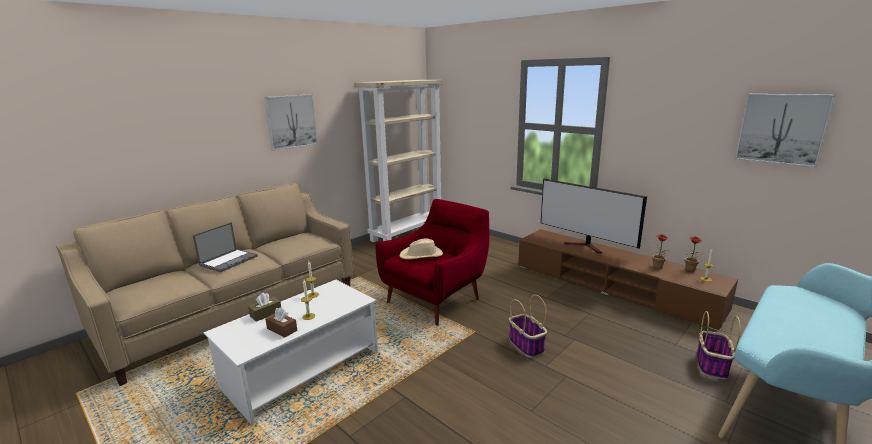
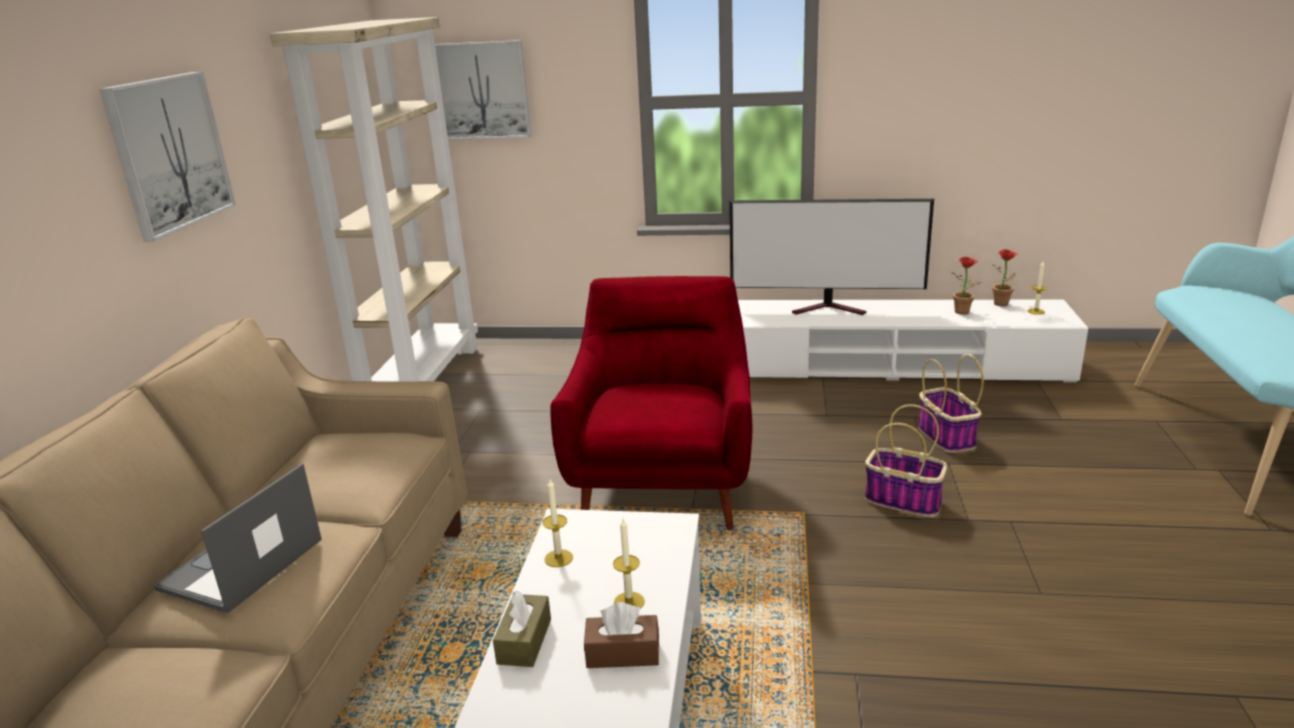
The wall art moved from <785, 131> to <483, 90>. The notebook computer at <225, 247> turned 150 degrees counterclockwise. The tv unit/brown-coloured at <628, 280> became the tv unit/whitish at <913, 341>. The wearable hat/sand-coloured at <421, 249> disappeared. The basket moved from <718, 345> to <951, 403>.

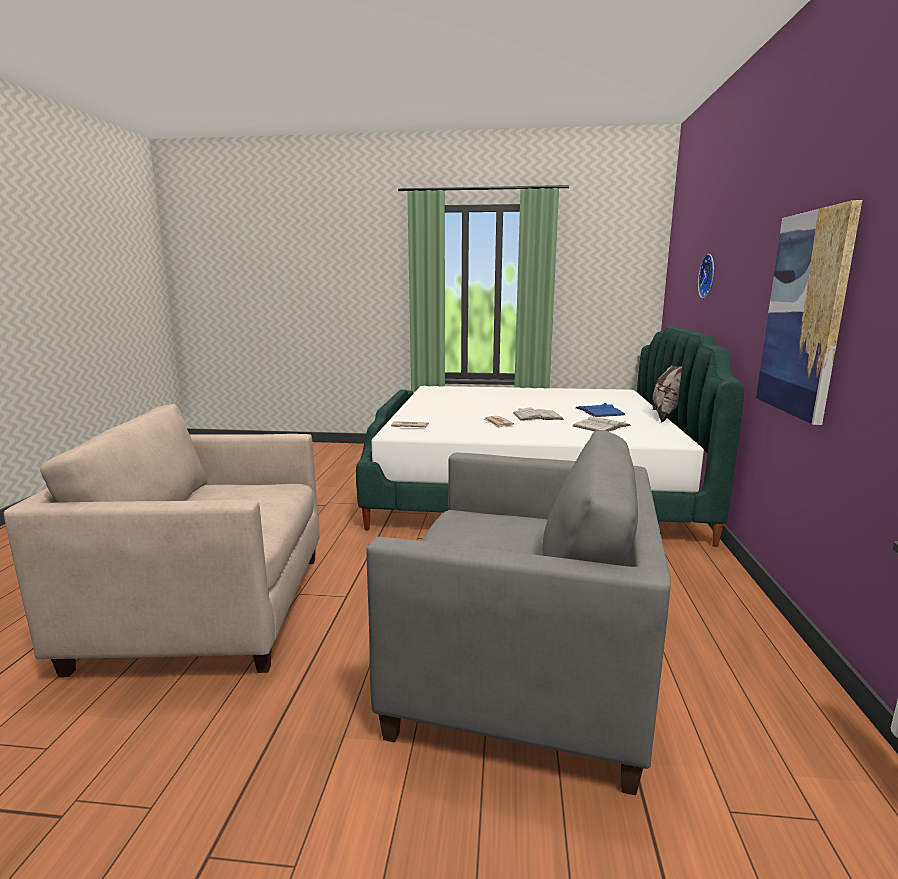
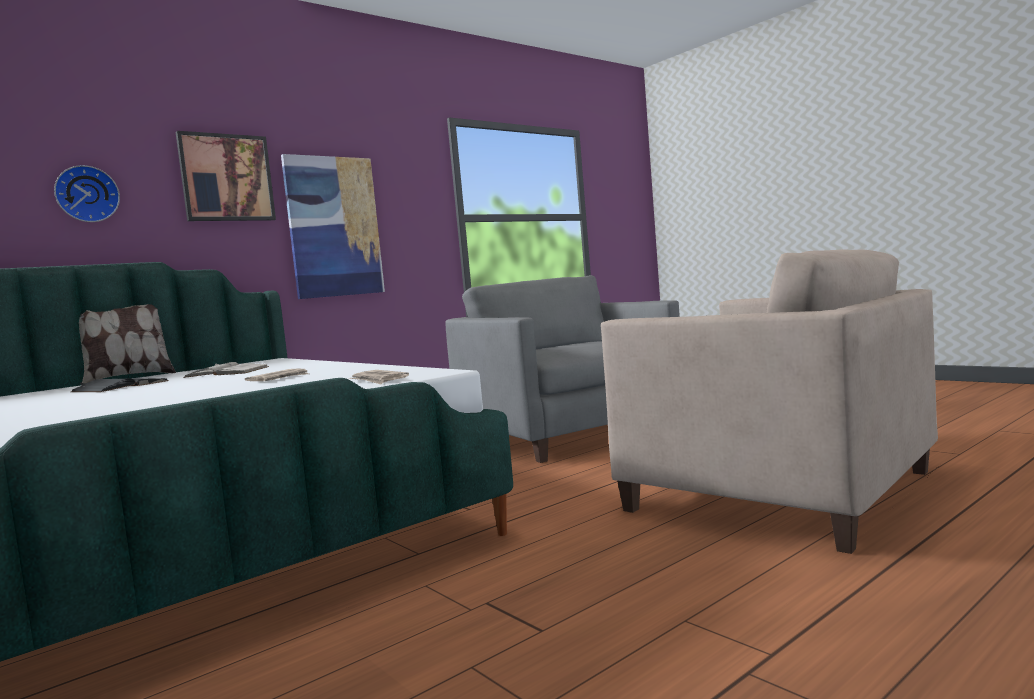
The bound book/blue-coloured at <600, 410> became the bound book/black at <120, 385>. The bound book/whitish at <538, 414> disappeared. The wall art at <226, 176> appeared.

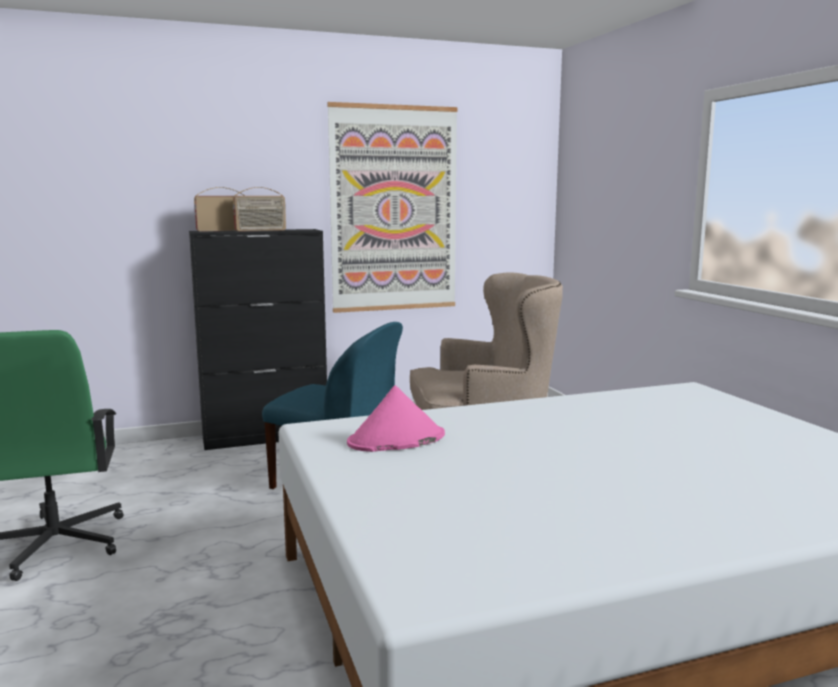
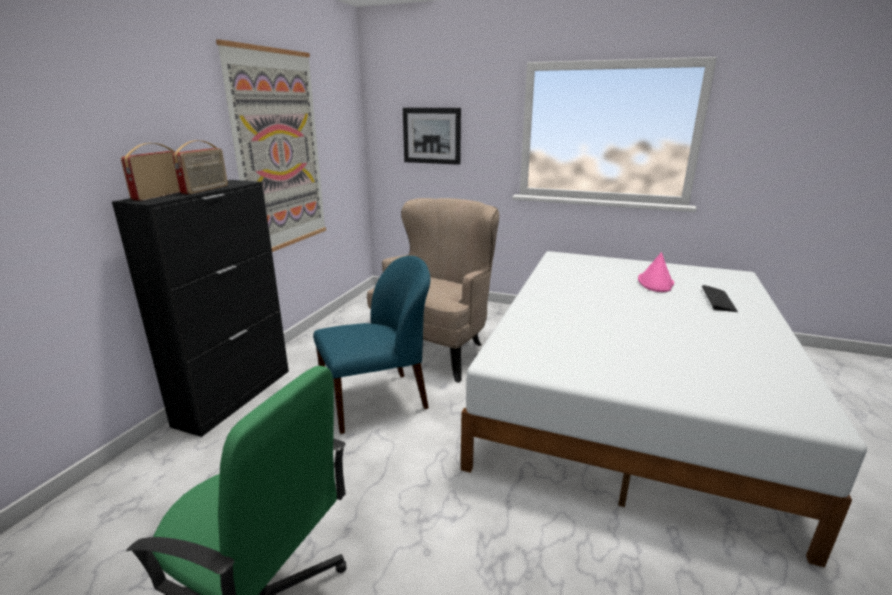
The wearable hat/pinkish moved from <396, 418> to <656, 272>. The wall art at <432, 136> appeared. The keyboard at <720, 298> appeared.

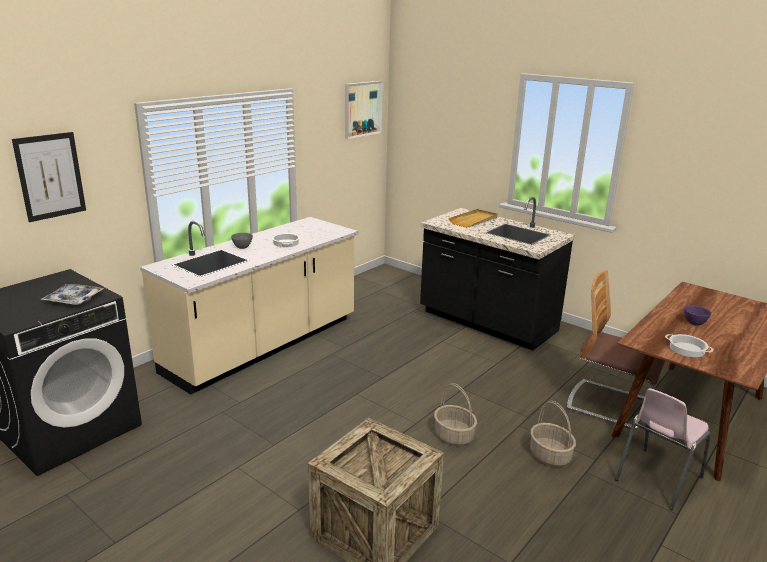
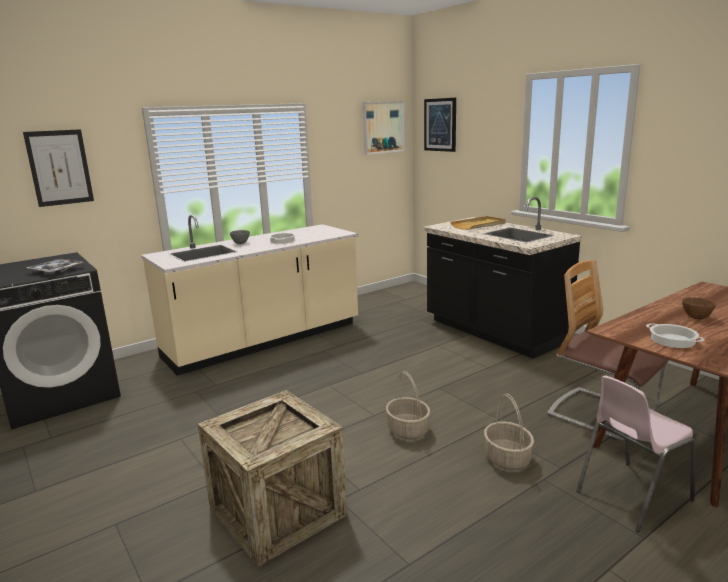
The bowl/purple at <697, 316> became the bowl/brown-coloured at <699, 308>. The wall art at <440, 125> appeared.

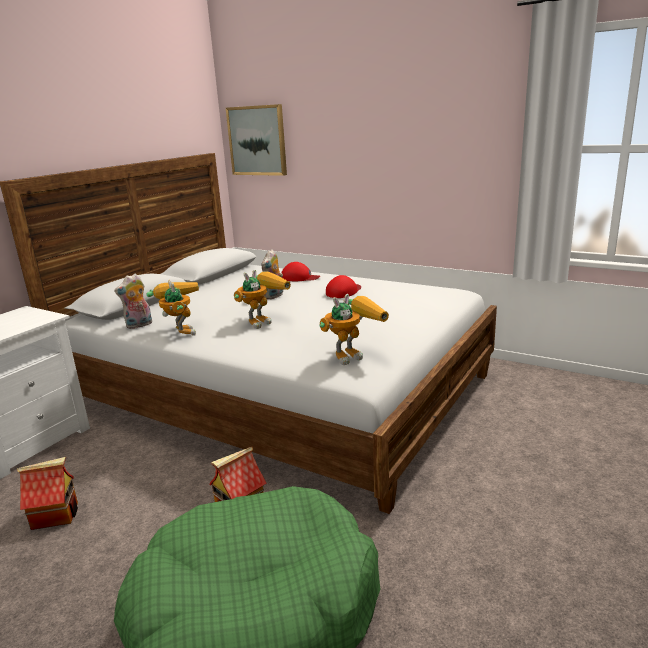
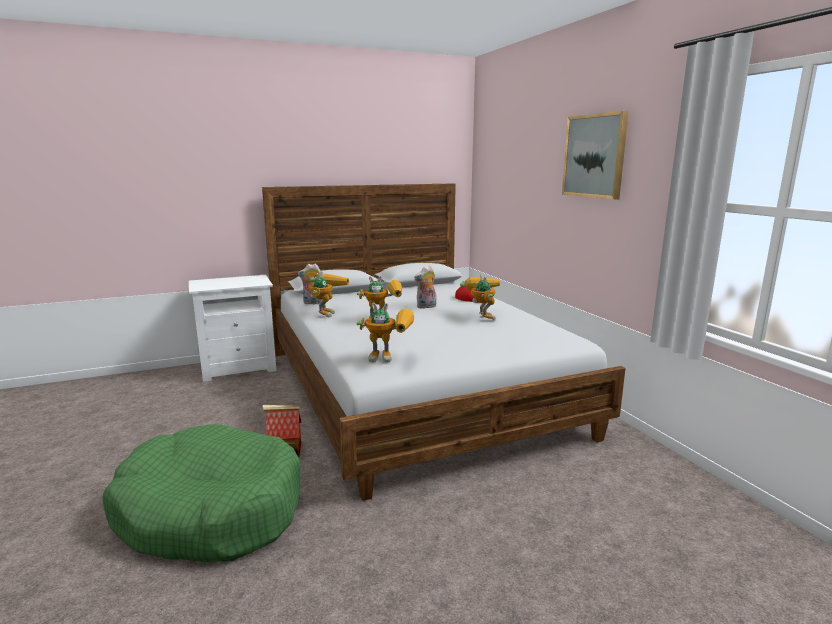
The wall art moved from <256, 140> to <595, 155>. The baseball cap/reddish at <343, 286> was replaced by the robot figure at <480, 297>. The miniature house at <47, 493> disappeared.

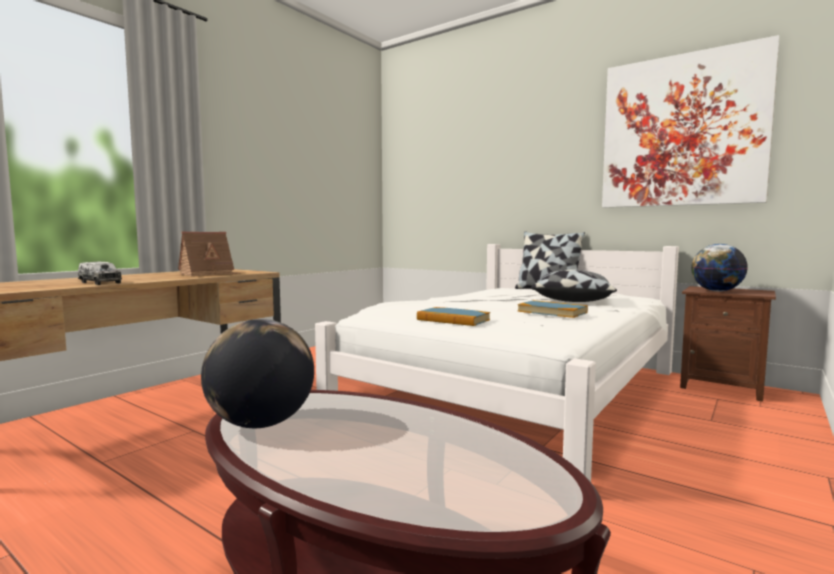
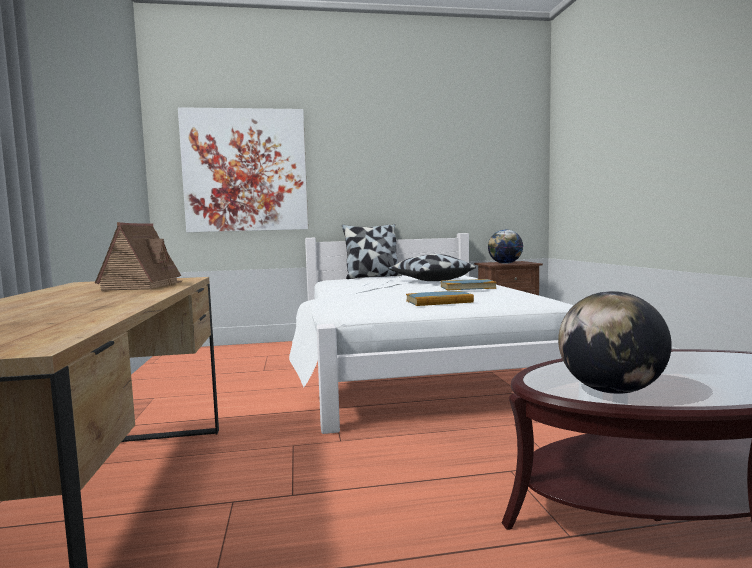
The wall art moved from <691, 121> to <243, 169>. The model truck at <100, 273> disappeared.

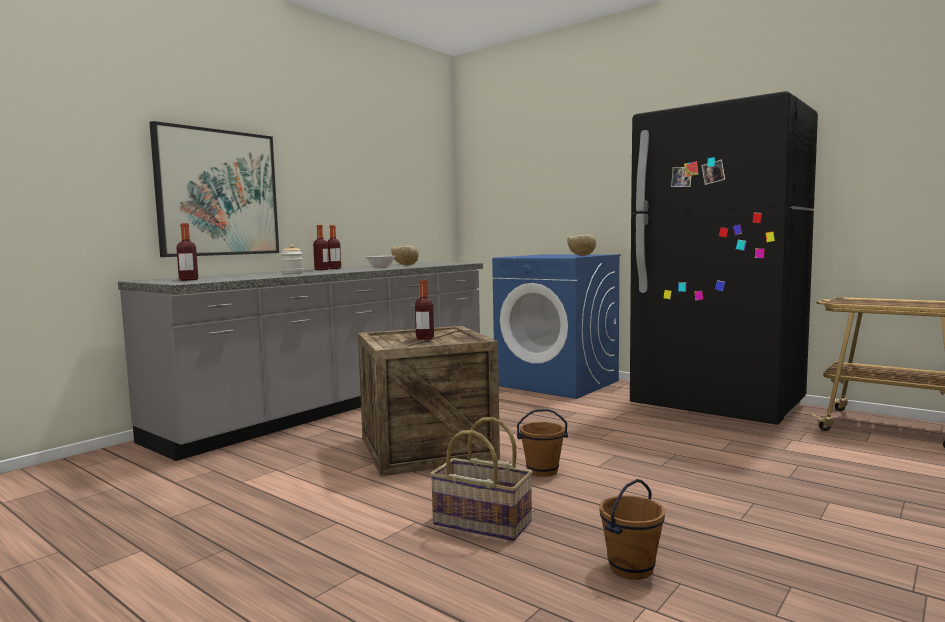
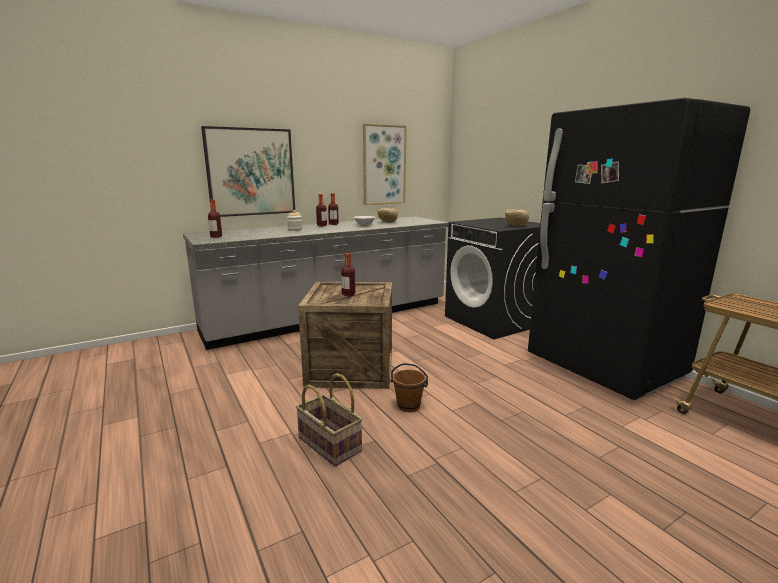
The washing machine/blue-coloured at <556, 326> became the washing machine/black at <492, 278>. The pail/brown-coloured at <632, 529> disappeared. The wall art at <385, 164> appeared.

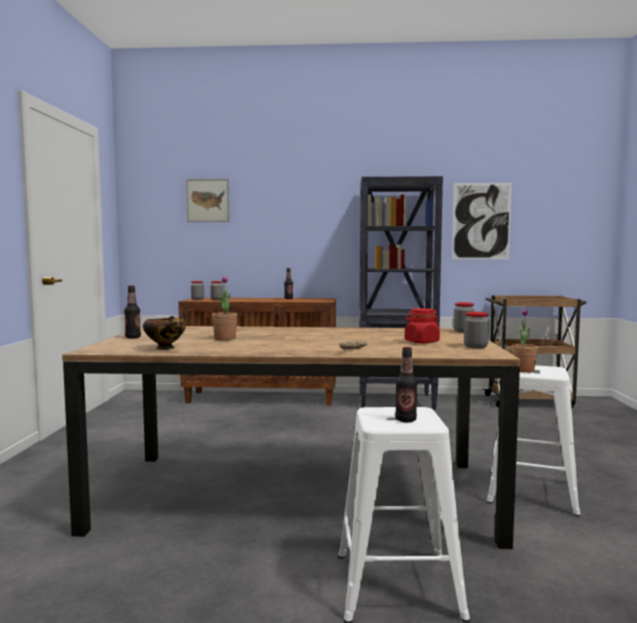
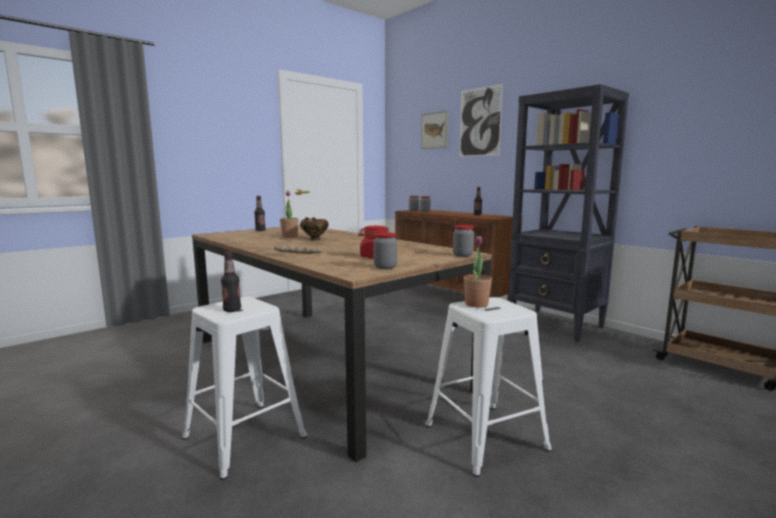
The wall art moved from <482, 221> to <481, 120>. The bowl moved from <164, 332> to <314, 228>.

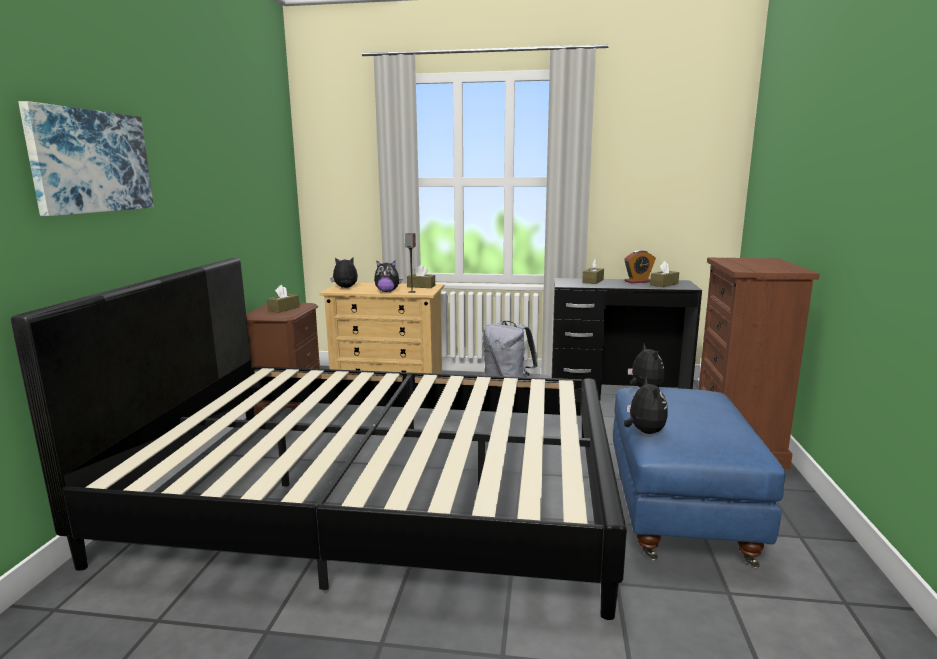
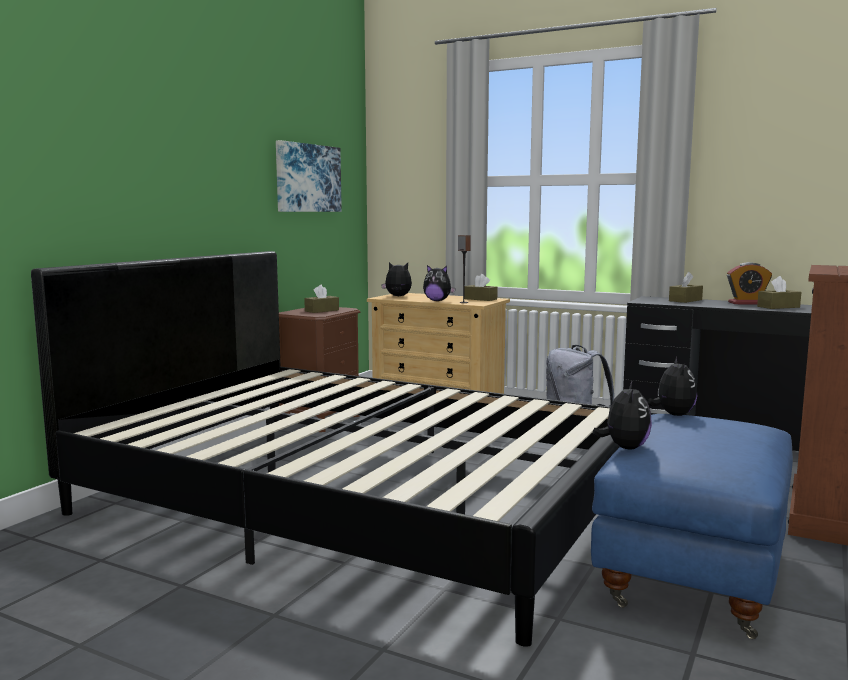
The wall art moved from <86, 158> to <309, 176>.

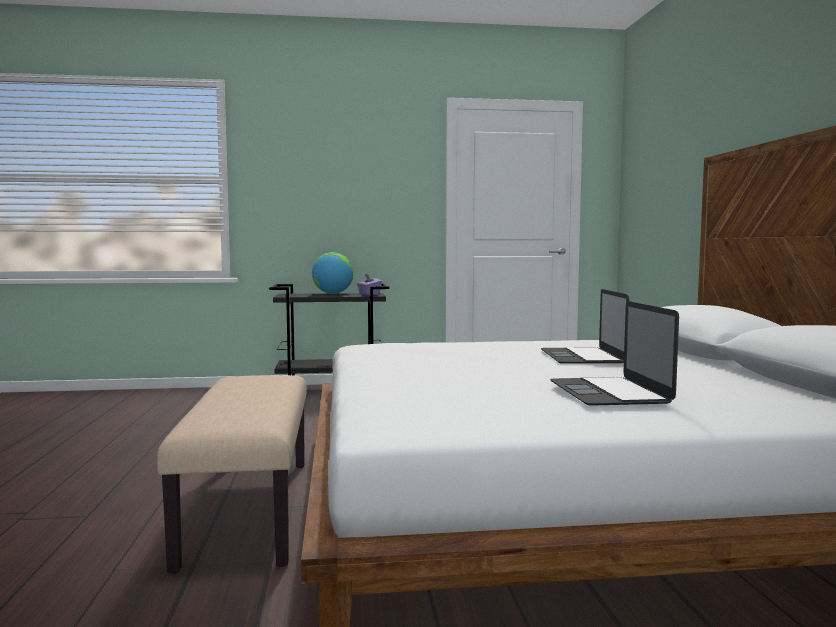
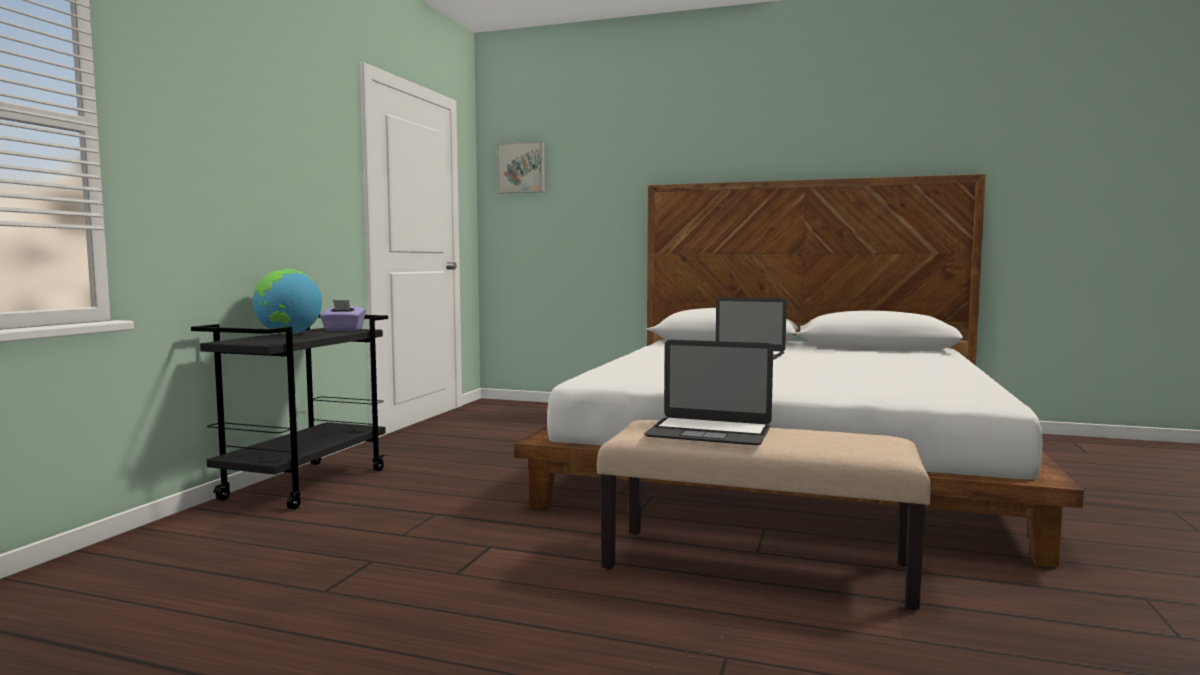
The notebook computer moved from <614, 353> to <708, 392>. The wall art at <521, 167> appeared.

